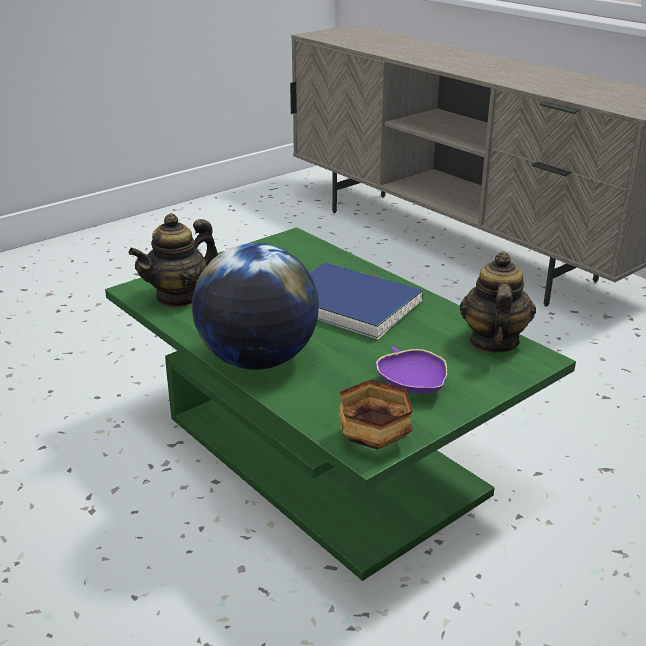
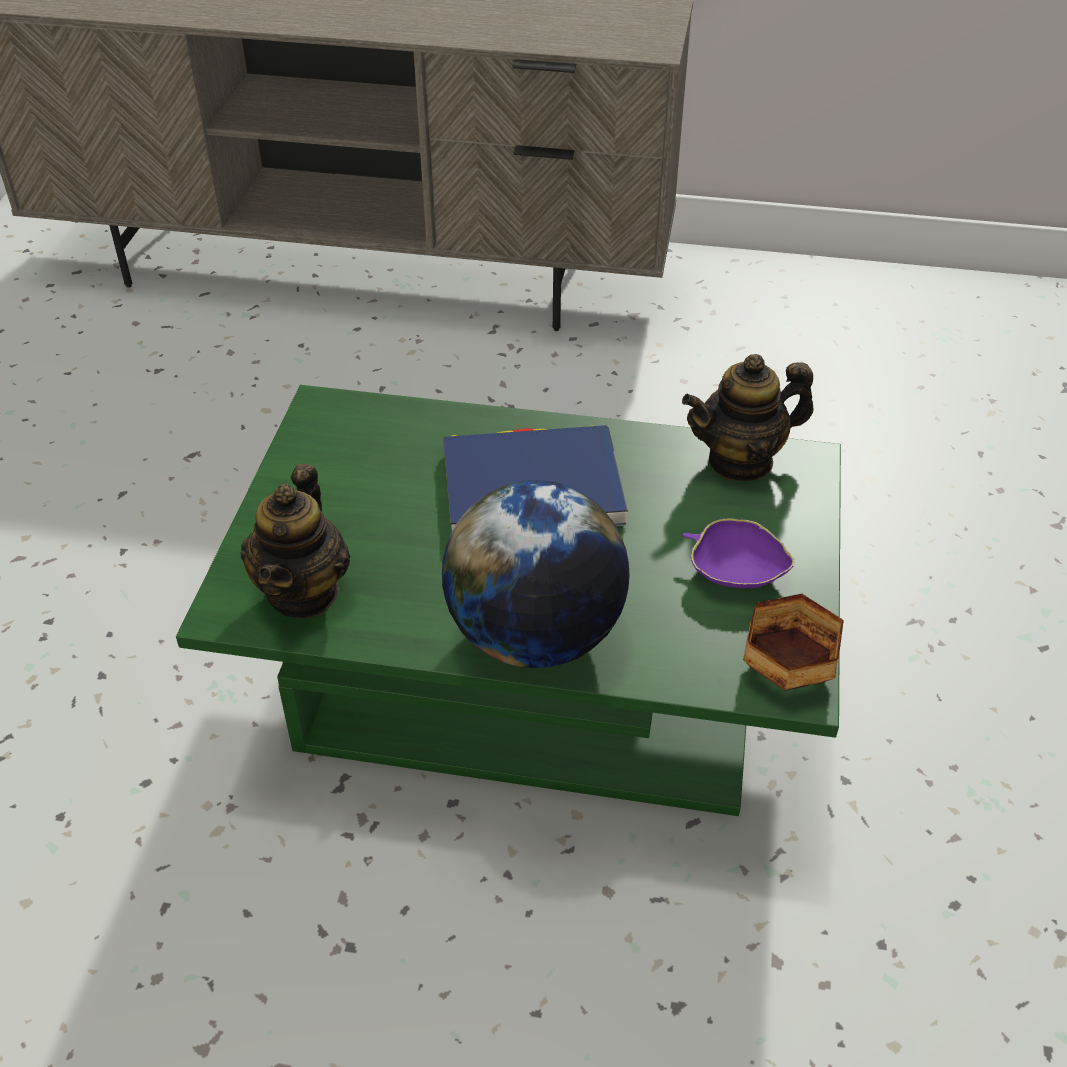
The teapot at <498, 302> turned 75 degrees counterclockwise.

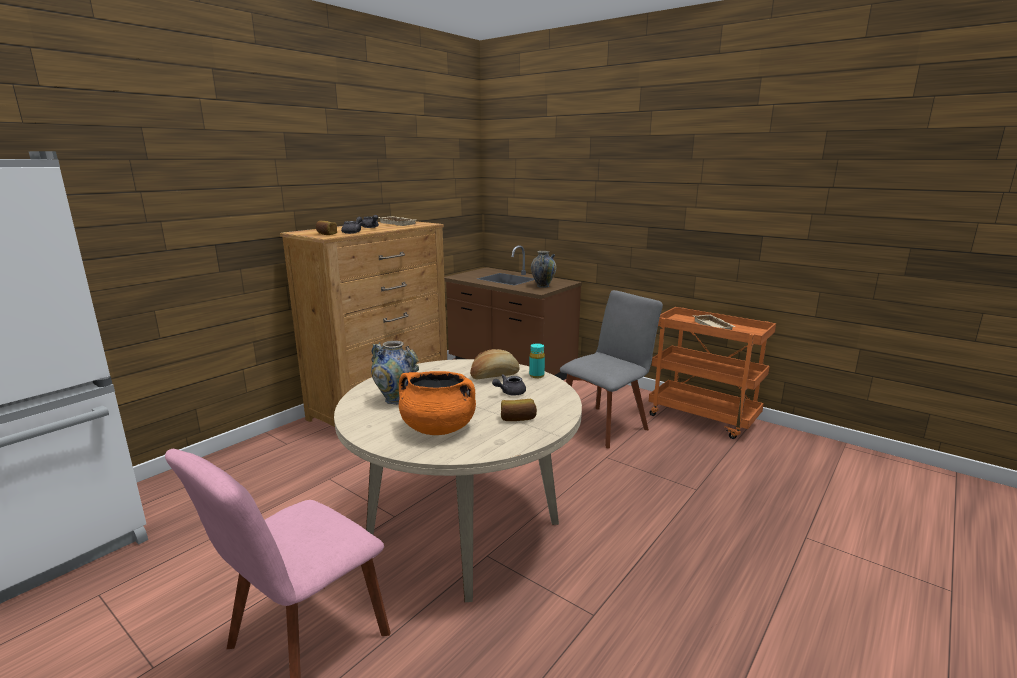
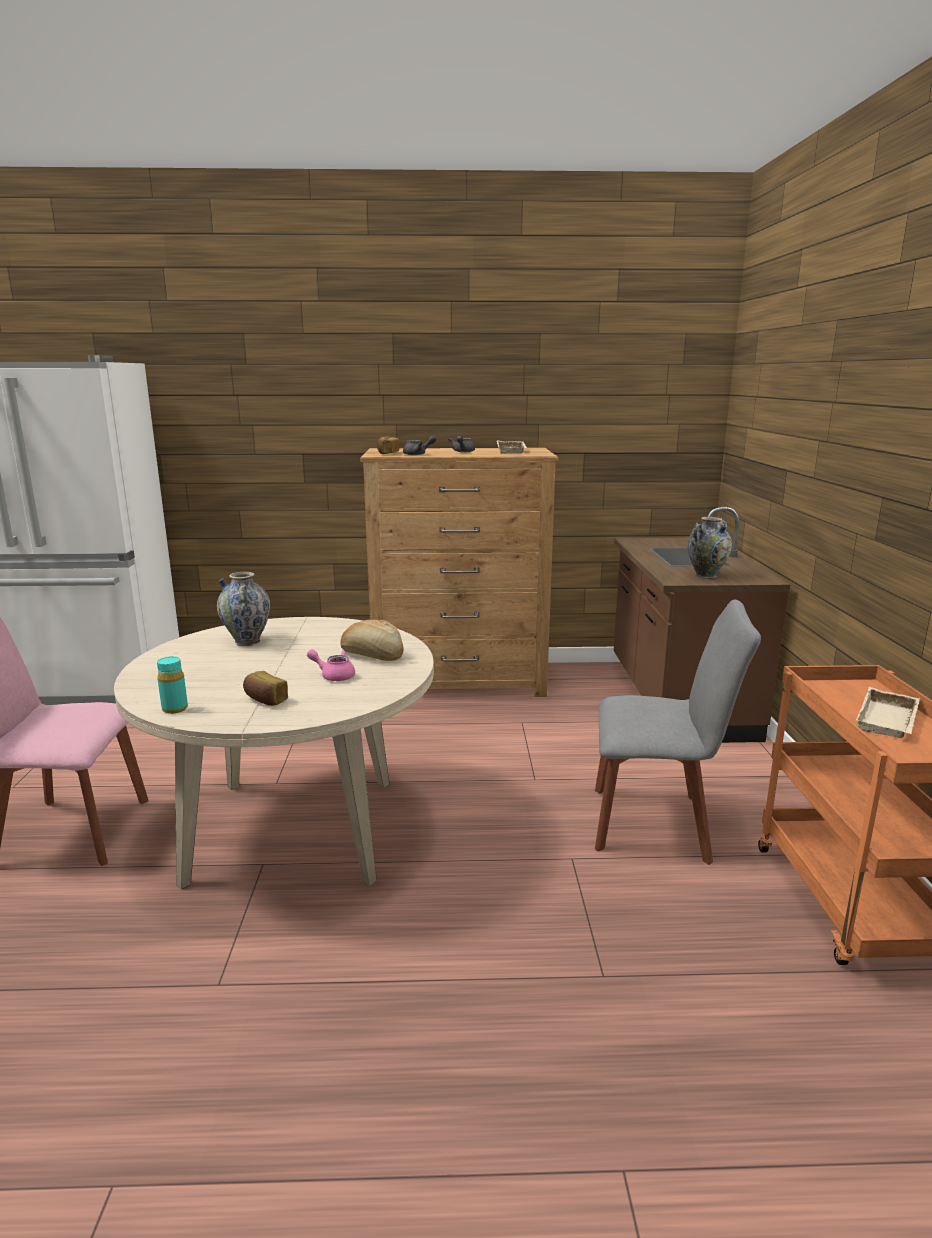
The beverage bottle/turquoise-coloured moved from <537, 360> to <172, 685>. The saucepot/orangey at <437, 403> disappeared. The teapot/gray at <509, 385> became the teapot/pinkish at <331, 665>.

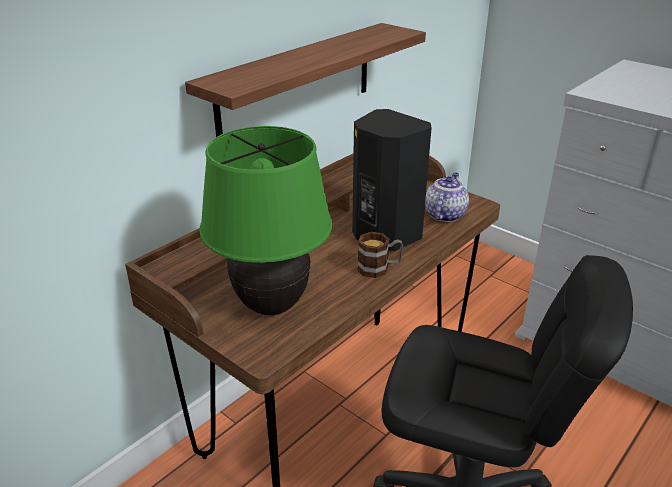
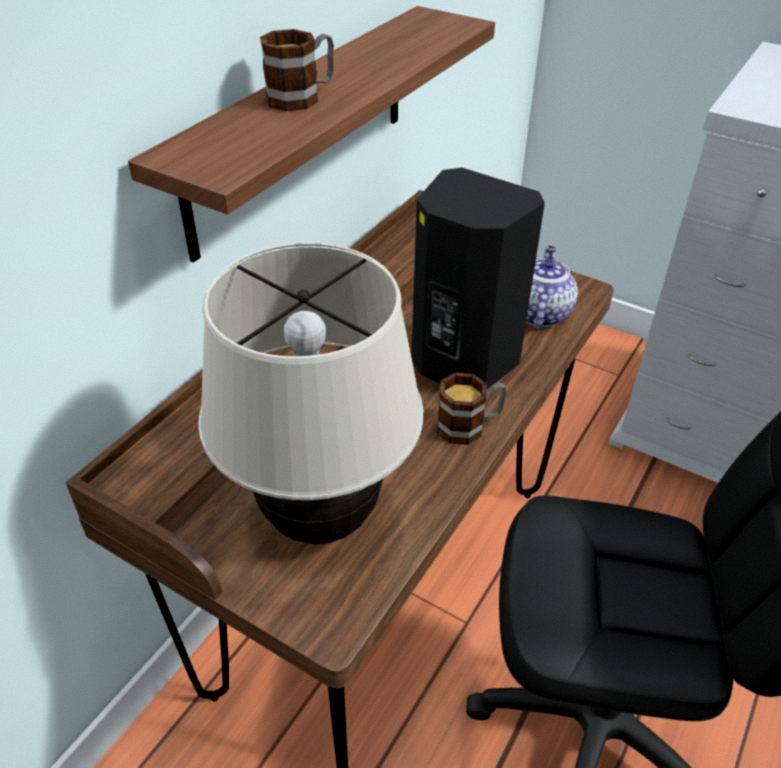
The table lamp/green at <266, 220> became the table lamp/sand-coloured at <311, 393>. The mug at <297, 70> appeared.

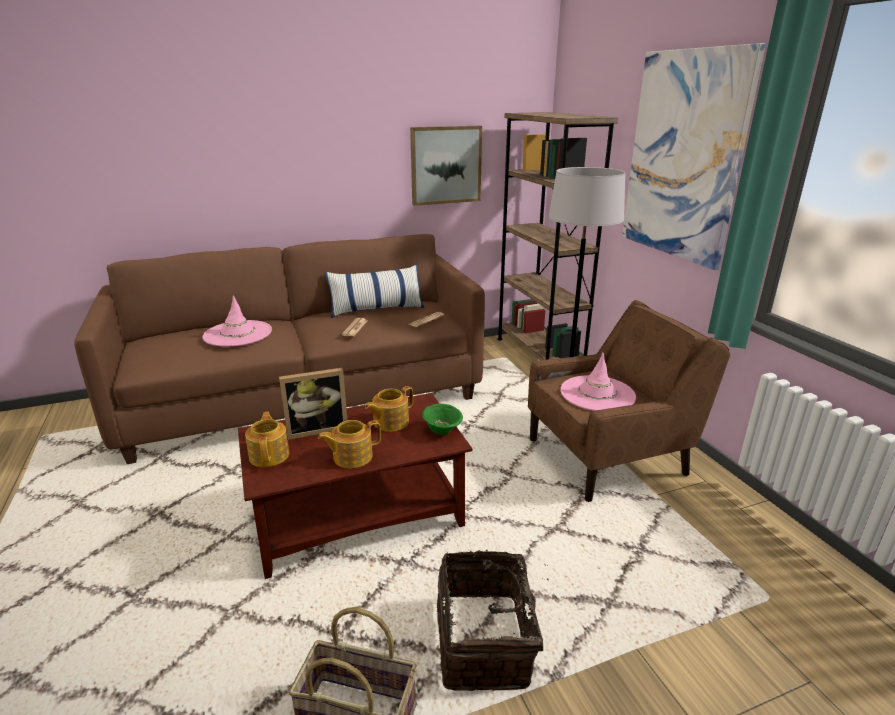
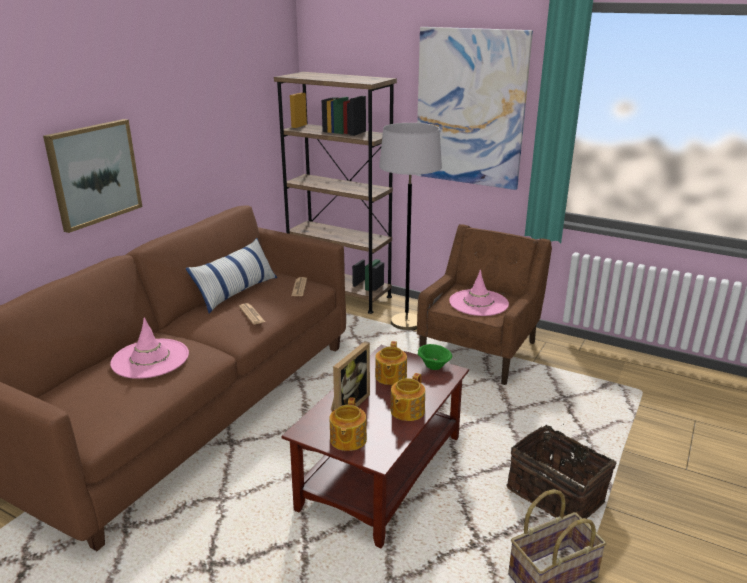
The wall art moved from <446, 166> to <92, 176>. The teapot at <267, 439> turned 120 degrees counterclockwise.

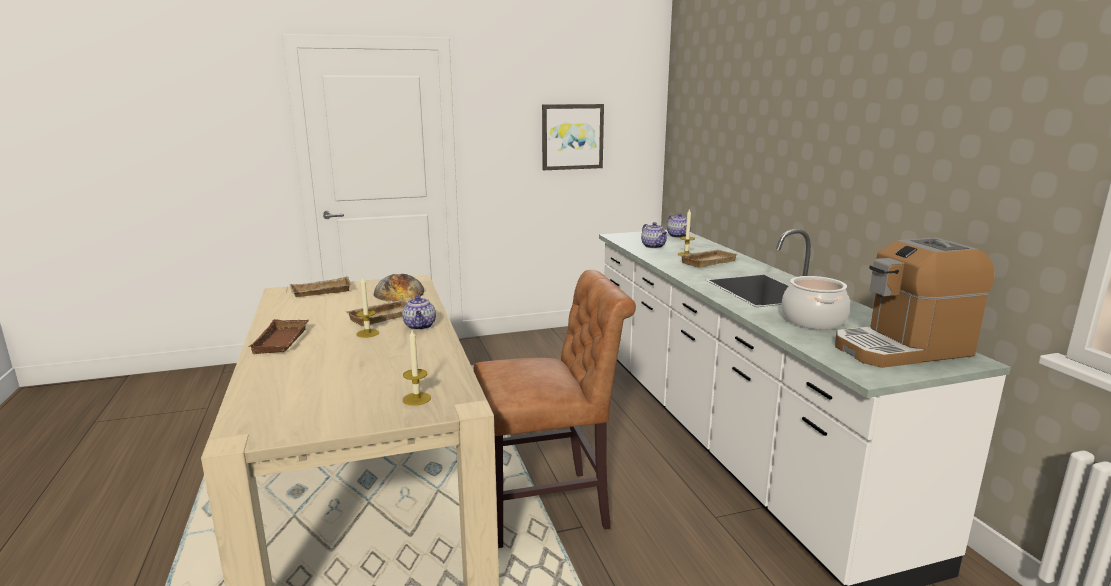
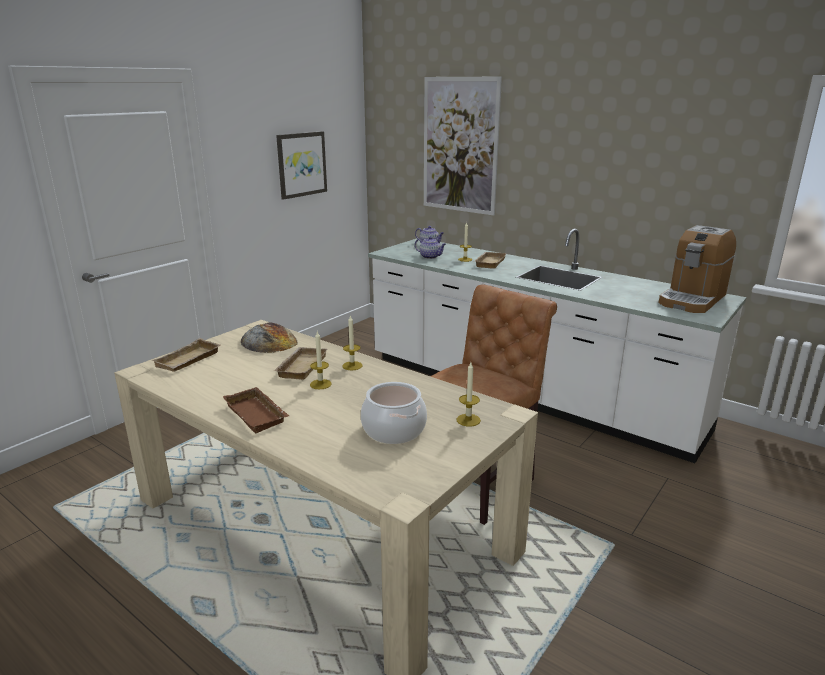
The saucepot moved from <816, 302> to <394, 413>. The teapot at <419, 312> was replaced by the wax candle at <352, 342>. The wall art at <463, 146> appeared.

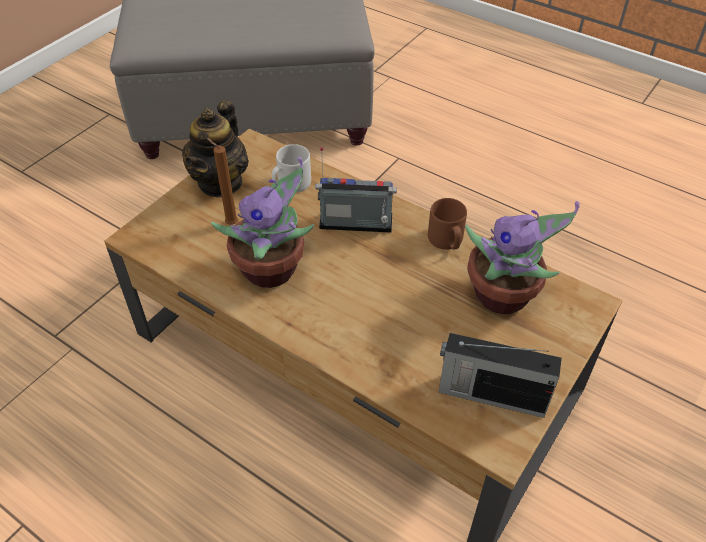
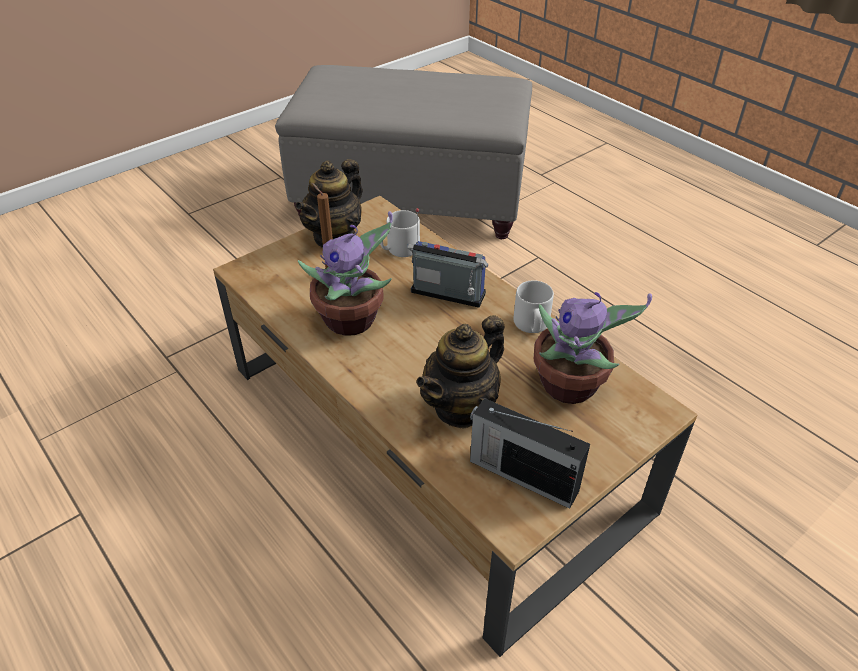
The mug/brown-coloured at <447, 224> became the mug/gray at <534, 306>. The teapot at <460, 372> appeared.

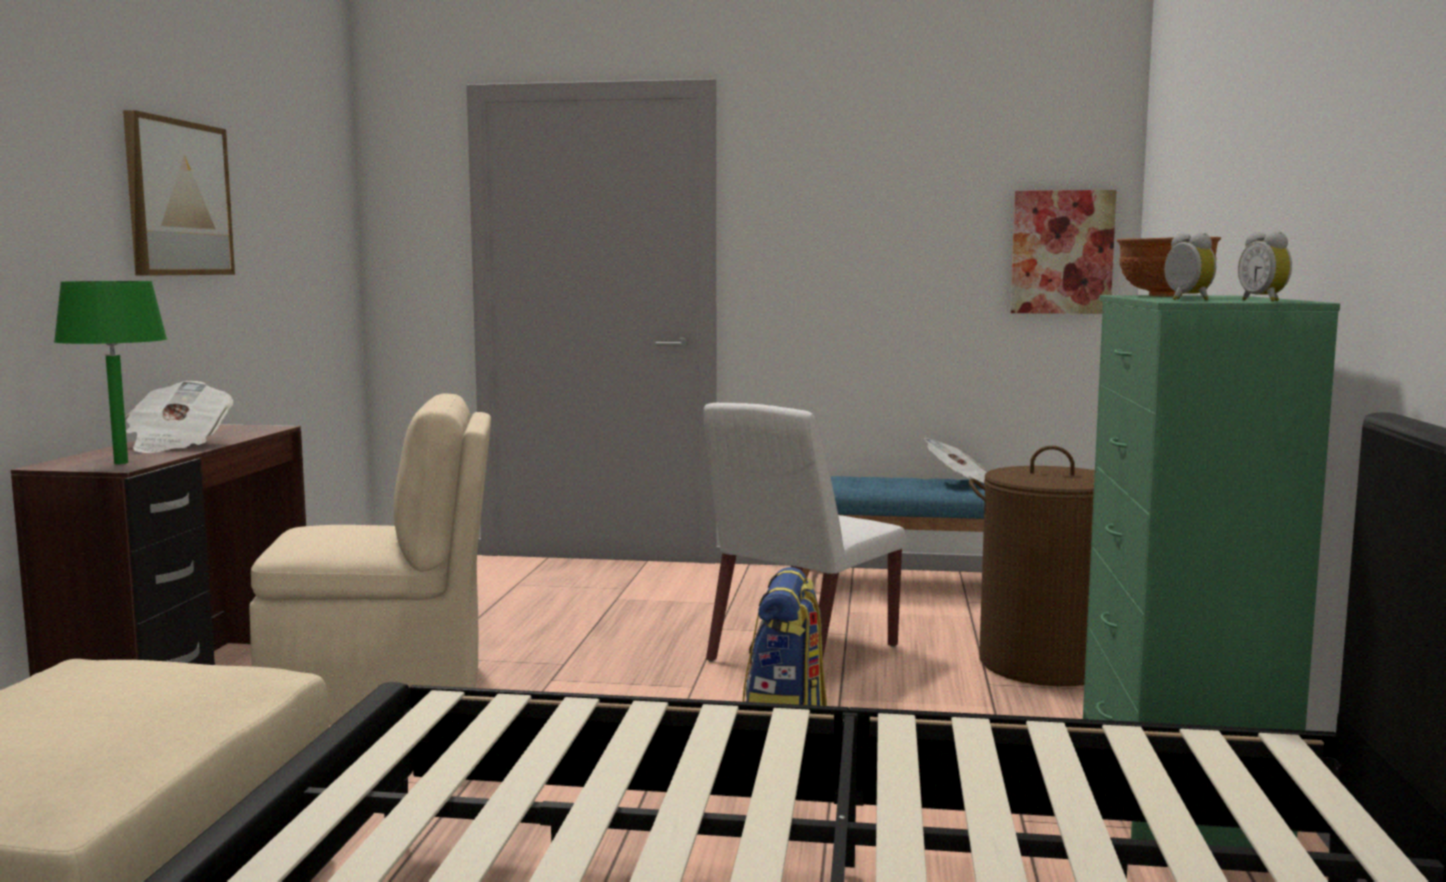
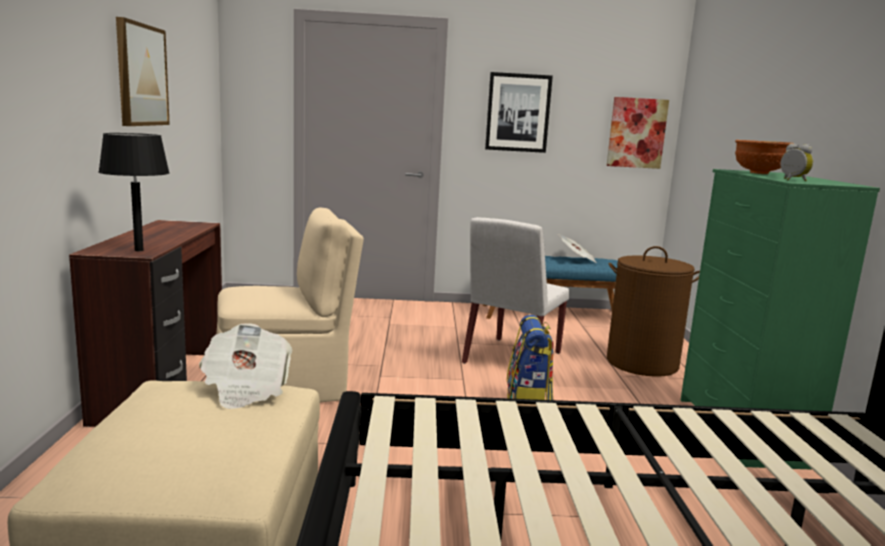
The alarm clock at <1265, 266> disappeared. The table lamp/green at <110, 372> became the table lamp/black at <134, 192>. The daily paper moved from <180, 417> to <245, 366>. The wall art at <519, 112> appeared.

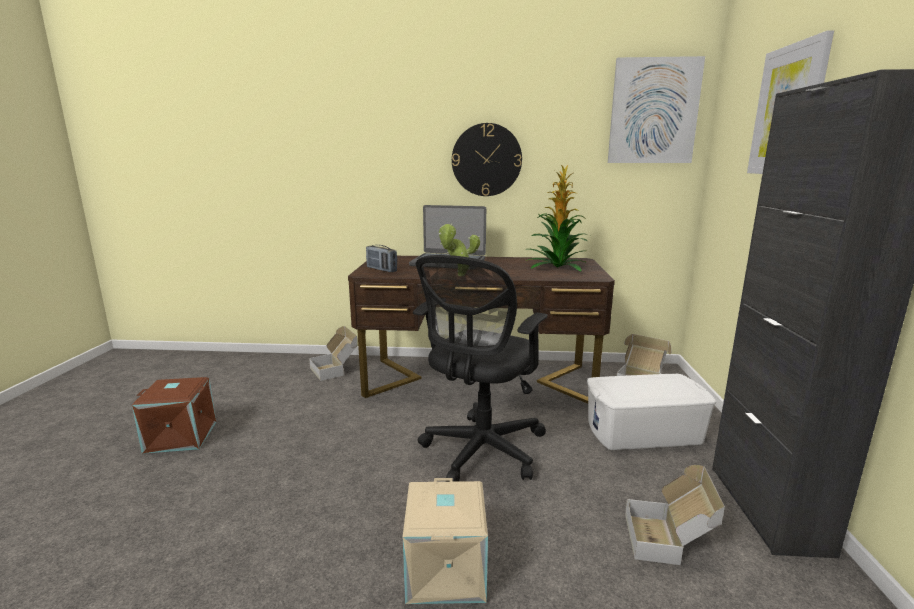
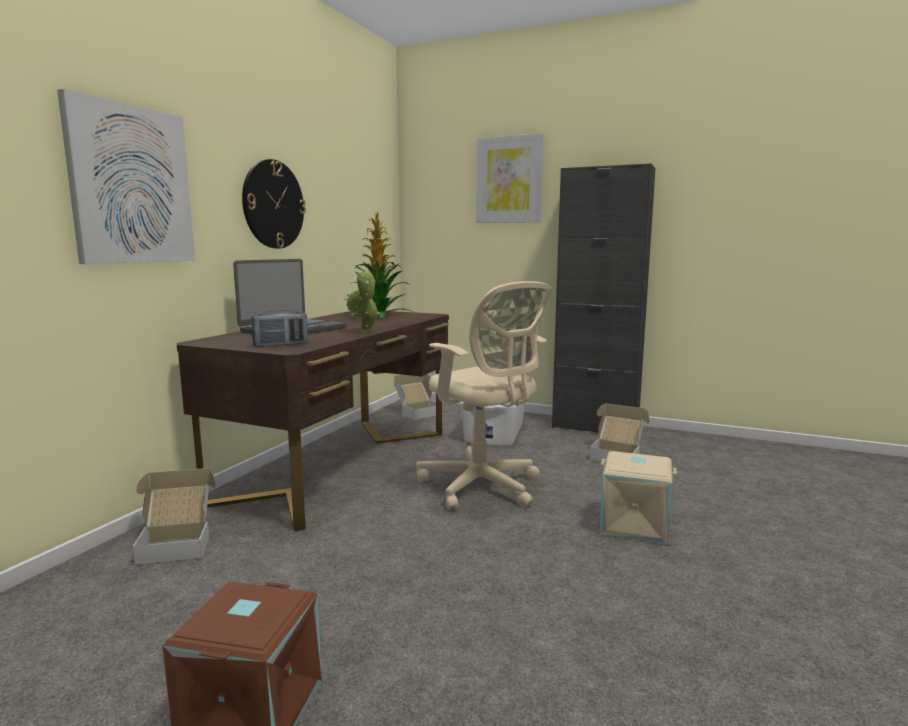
The wall art moved from <656, 109> to <126, 176>. The desk chair/black at <480, 368> became the desk chair/sand-coloured at <484, 395>.

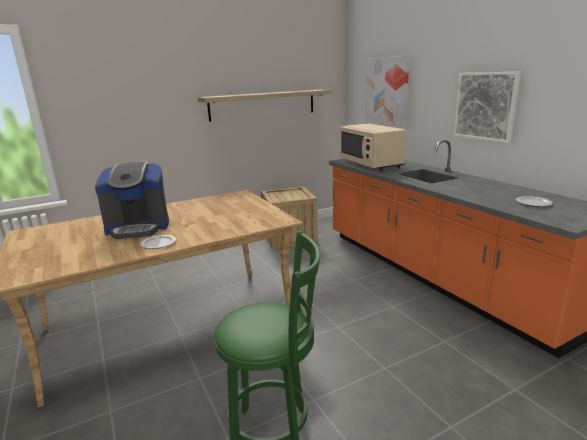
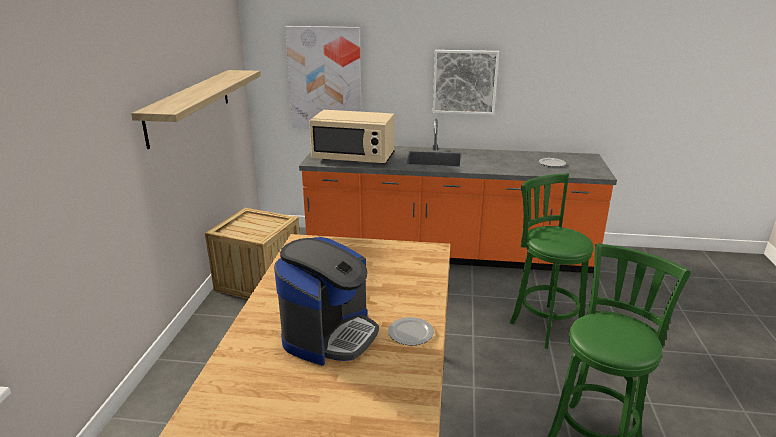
The sitting stool/green at <552, 261> appeared.

